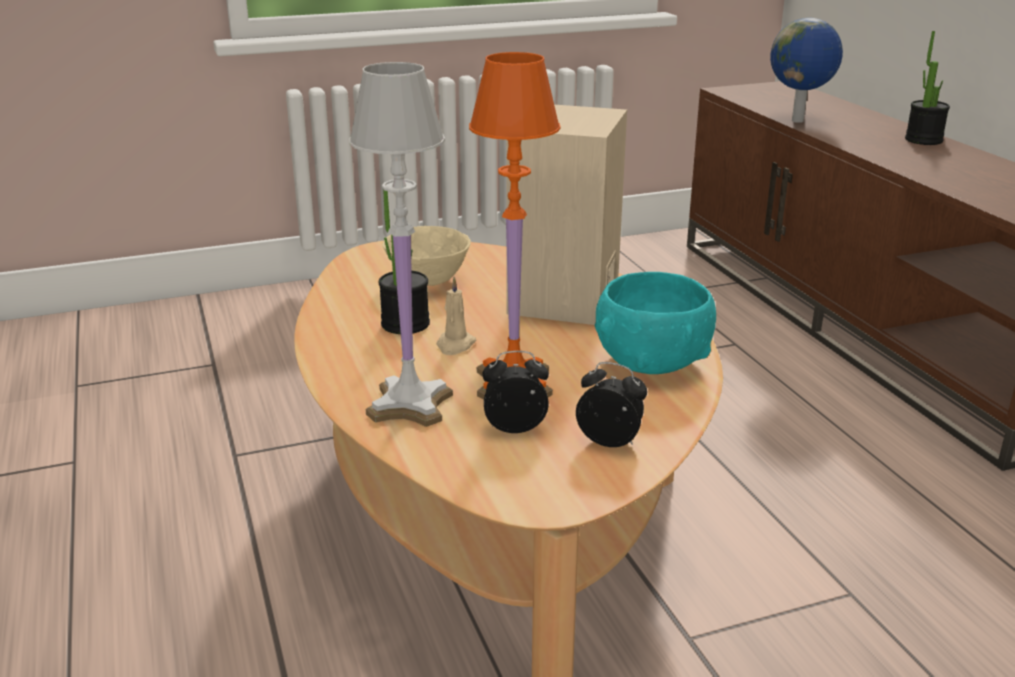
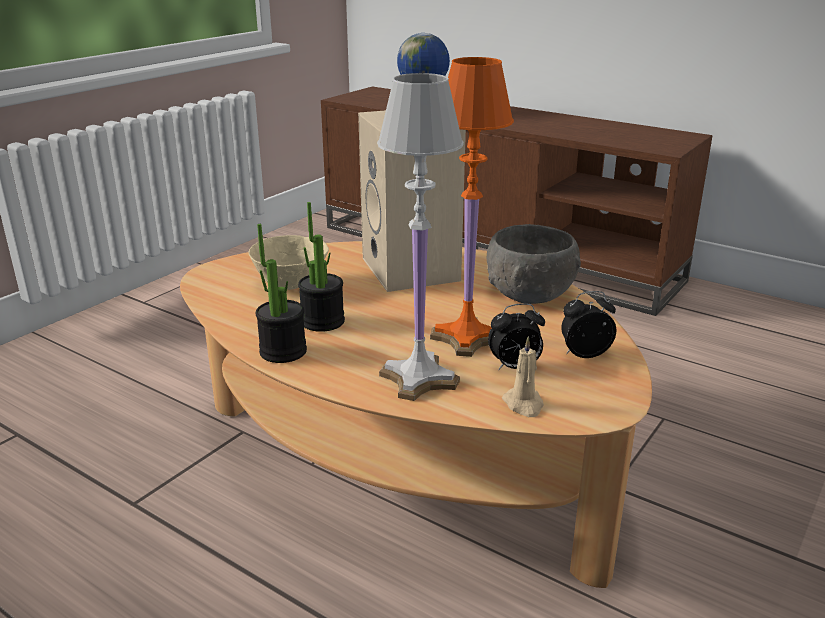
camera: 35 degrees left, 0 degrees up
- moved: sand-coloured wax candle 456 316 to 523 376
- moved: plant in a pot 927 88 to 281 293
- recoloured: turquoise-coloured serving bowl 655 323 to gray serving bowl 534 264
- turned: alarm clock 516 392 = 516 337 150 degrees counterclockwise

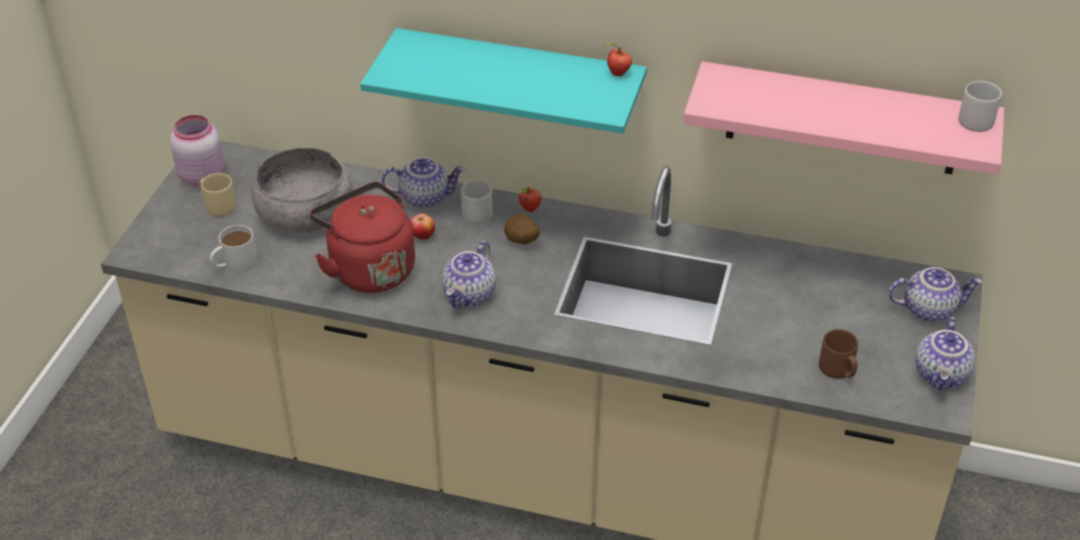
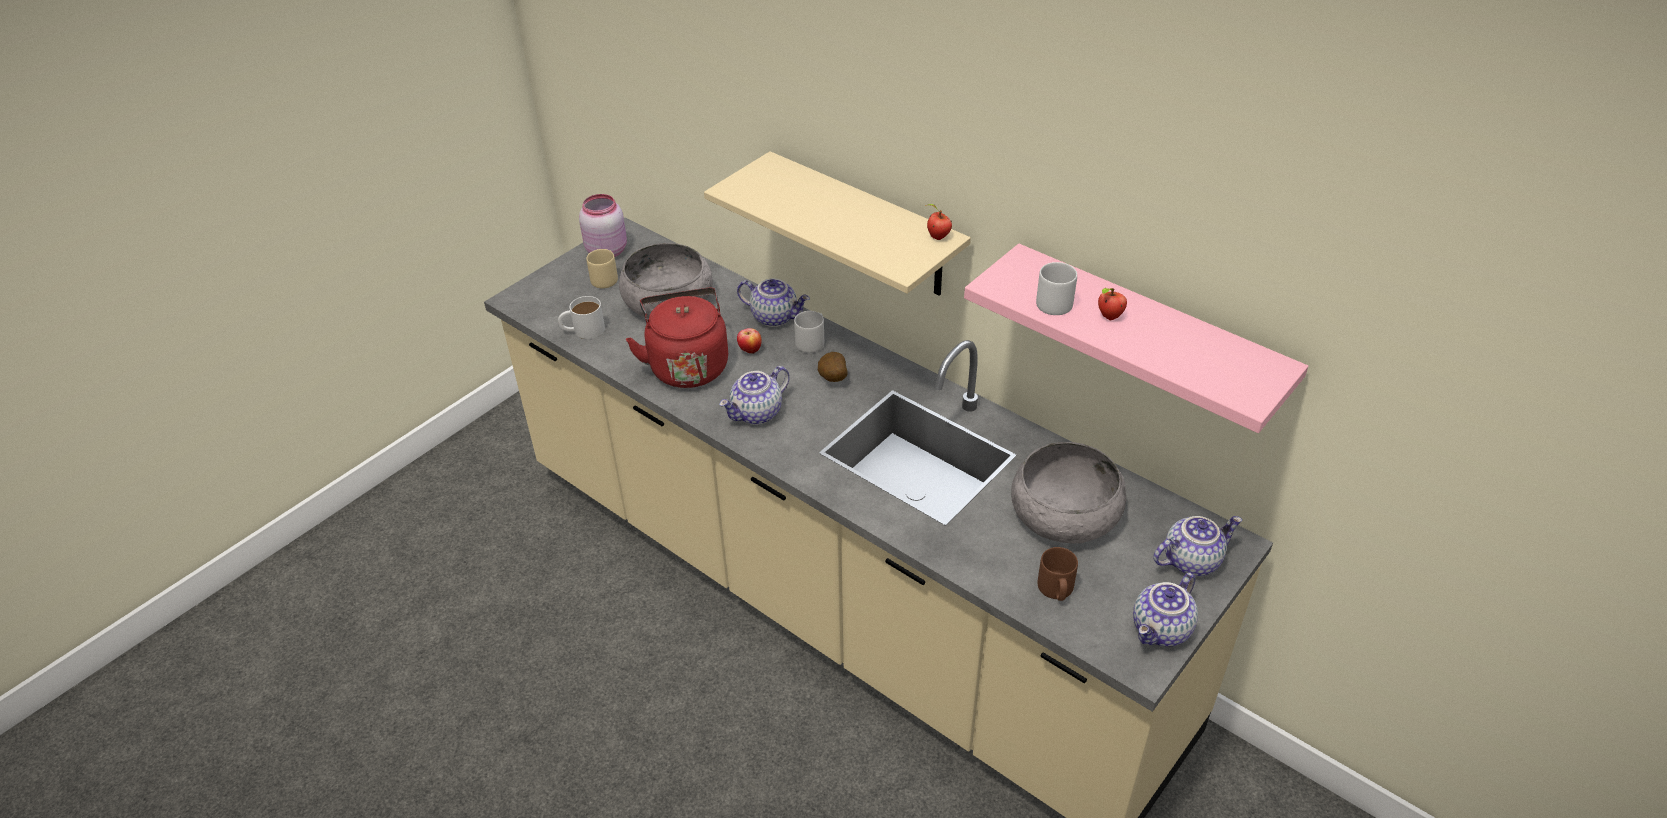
camera: 25 degrees right, 0 degrees up
- added: gray serving bowl 1068 493
- moved: whole apple 530 199 to 1112 304
- moved: gray mug 980 106 to 1056 288
- recoloured: turquoise-coloured shelf 503 81 to sand-coloured shelf 837 223
- turned: pot for tea 935 295 = 1197 546 45 degrees counterclockwise

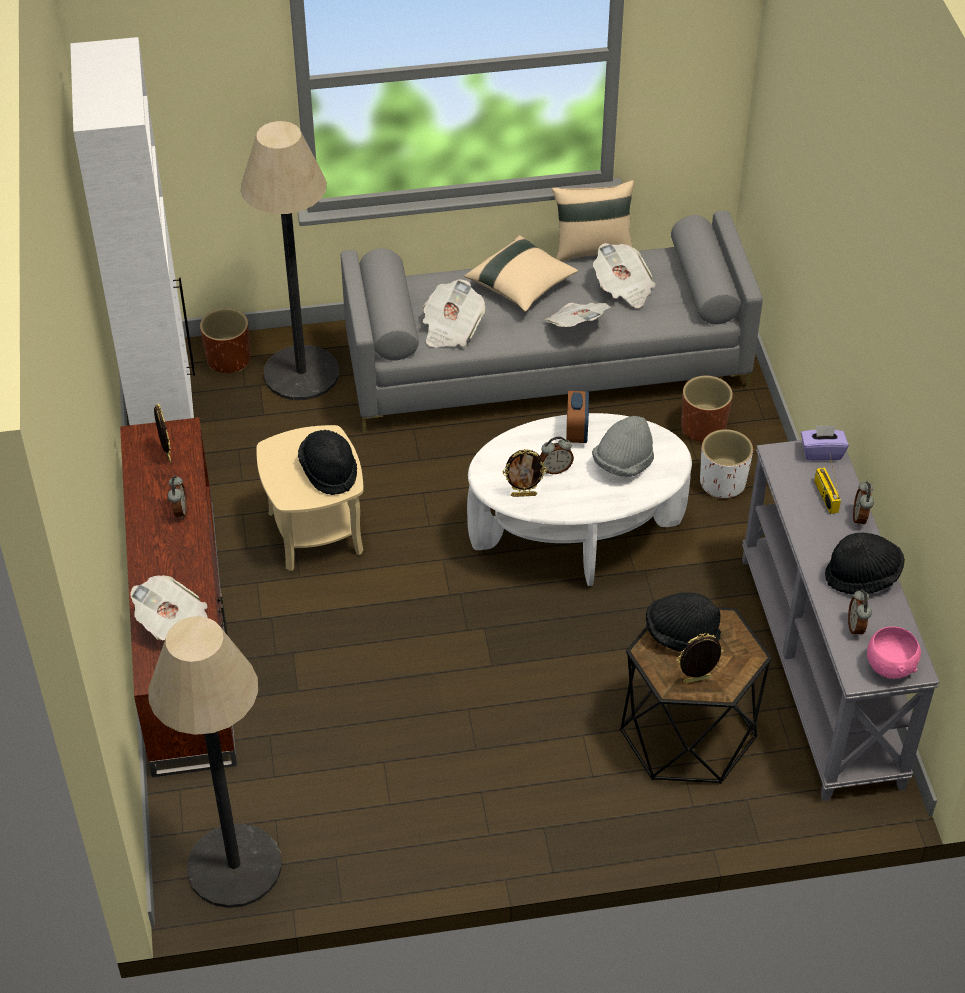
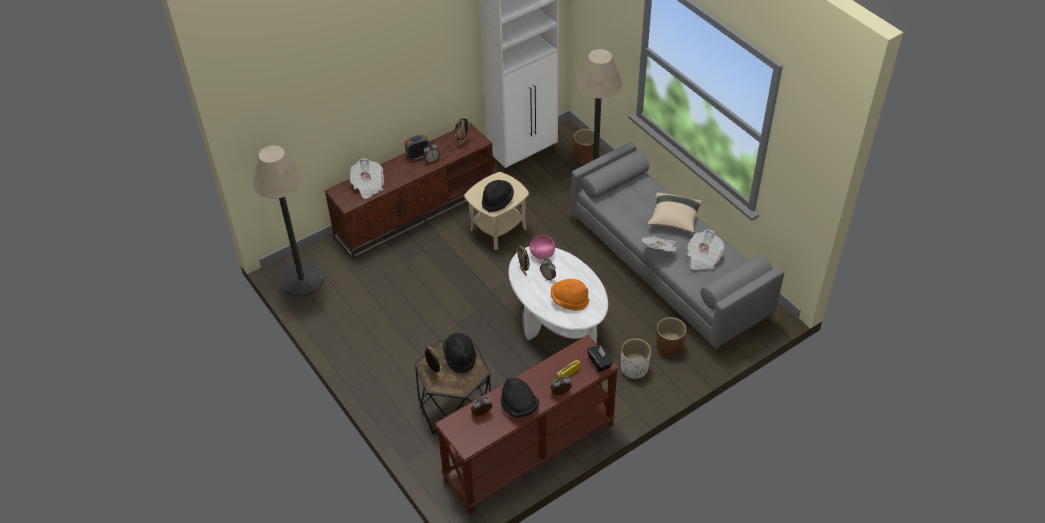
camera: 65 degrees right, 0 degrees up
- removed: newspaper 454 313
- removed: sand-coloured cushion 593 221
- moved: alarm clock 577 417 to 417 147
- moved: pink serving bowl 894 652 to 542 247
- recoloured: gray hat 623 446 to orangey hat 570 295
- recoloured: gray narrow table 841 620 to brown narrow table 527 424
- recoloured: purple-coloured tissue box 825 443 to black-coloured tissue box 600 358

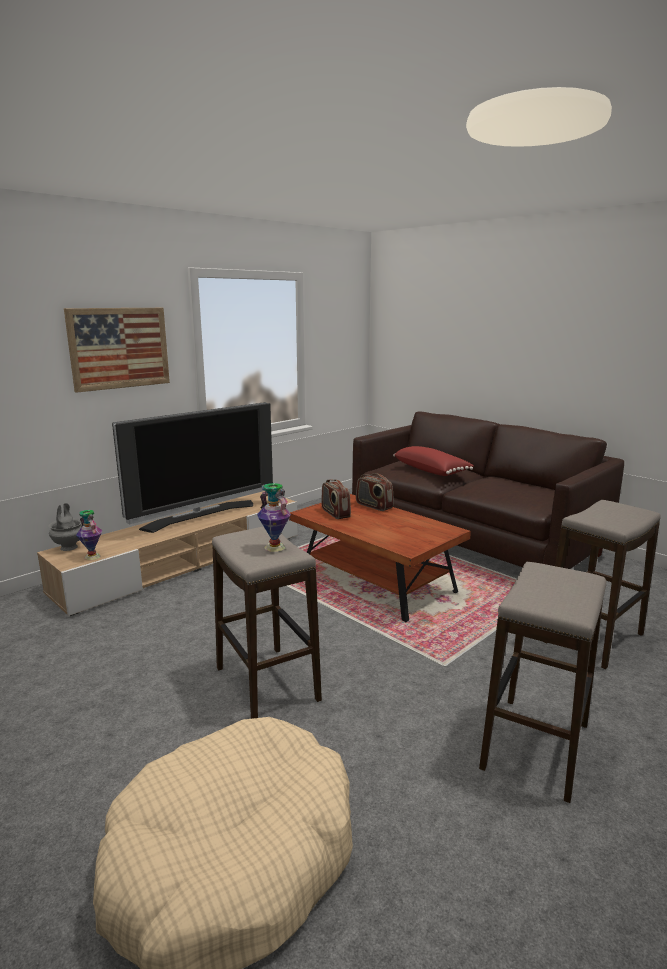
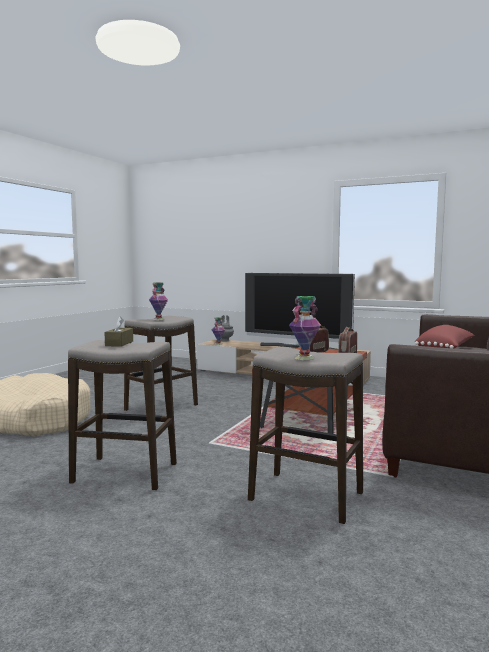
camera: 70 degrees right, 10 degrees down
- removed: wall picture 117 350
- added: brown tissue box 118 331
- added: vase 305 328

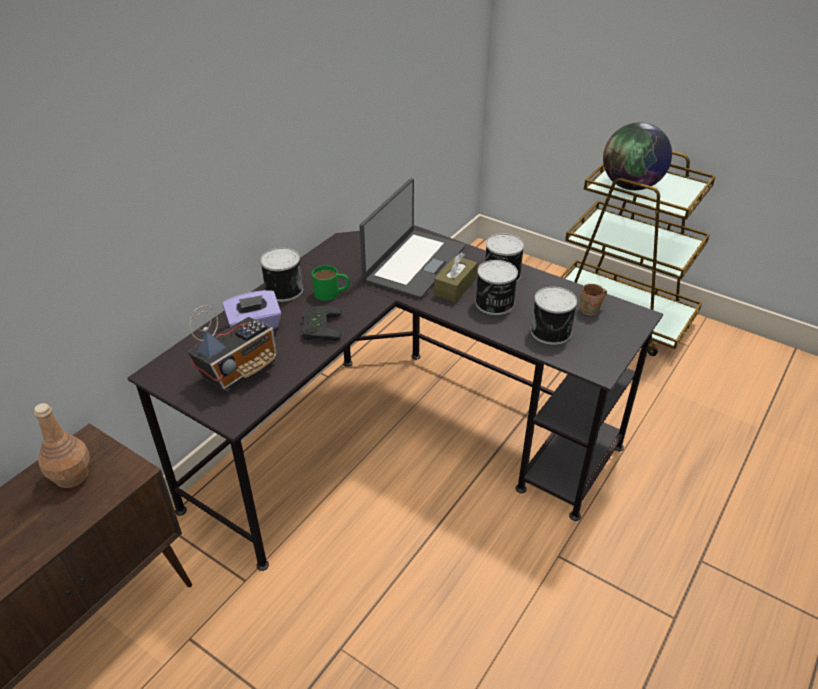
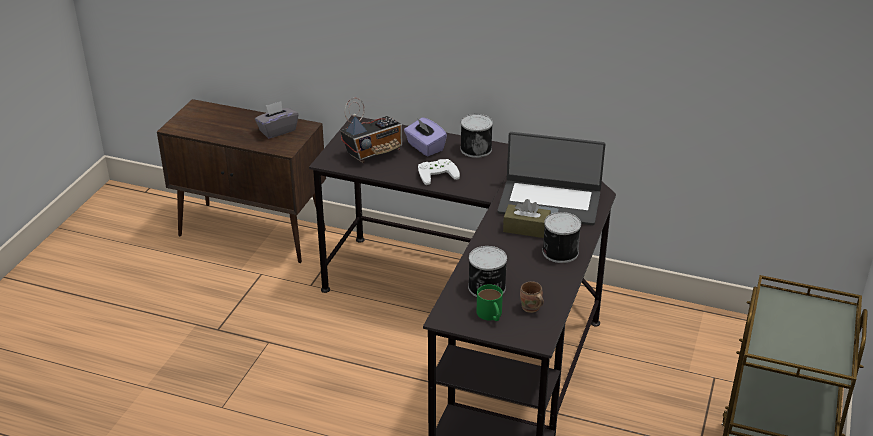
camera: 75 degrees right, 5 degrees down
- removed: sealed can 496 287
- removed: desk globe 637 156
- moved: green-coloured mug 331 283 to 490 302
- replaced: brown drink bottle 62 445 to gray tissue box 276 120
- recoloured: black-coloured game controller 321 323 to white-coloured game controller 439 172
- turned: radio set 232 348 = 371 130 60 degrees counterclockwise

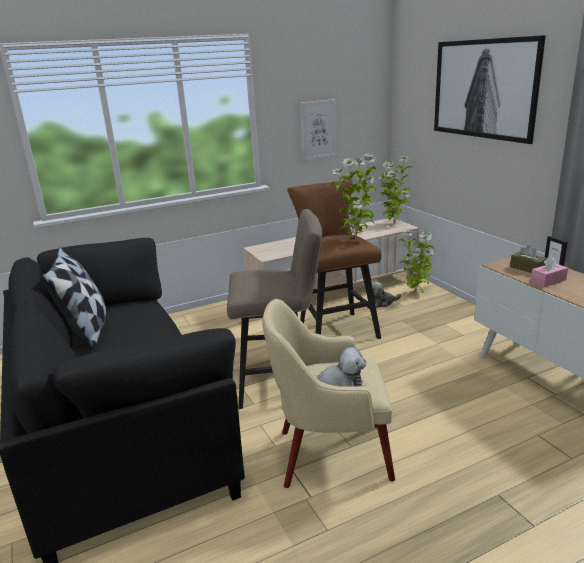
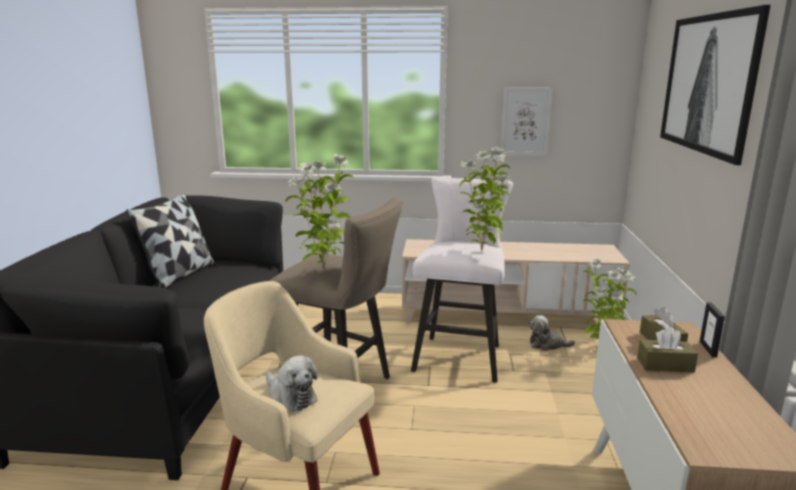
camera: 30 degrees right, 5 degrees down
- moved: plant in a pot 396 190 to 320 212
- recoloured: brown sitting stool 334 259 to white-coloured sitting stool 462 280
- recoloured: pink tissue box 549 271 to brown tissue box 667 349

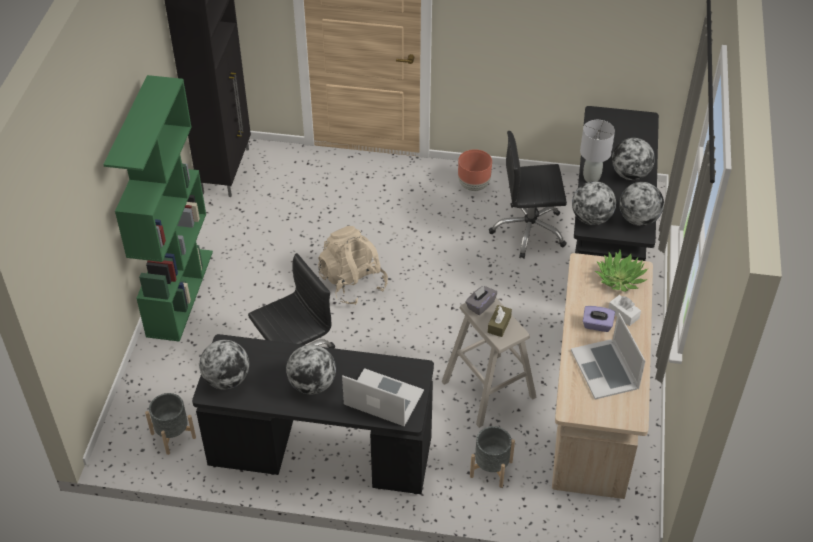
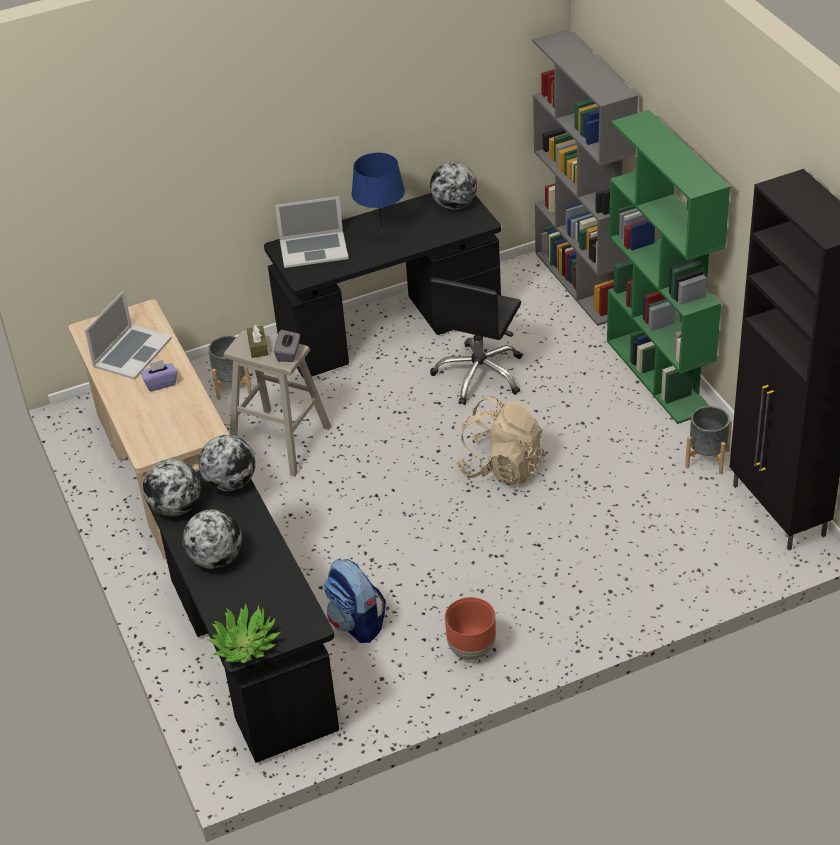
camera: 150 degrees right, 5 degrees down
- removed: gray lamp for a table 597 151
- removed: white-coloured tissue box 624 310
- added: gray shelving unit 585 177
- moved: gray plant pot 170 424 to 708 440
- moved: plant in a pot 621 271 to 244 633
- replaced: desk globe 311 369 to blue-coloured lamp for a table 378 192
- replaced: black-coloured office chair 528 195 to knapsack 355 601
- turned: notebook computer 608 355 = 128 334 75 degrees clockwise

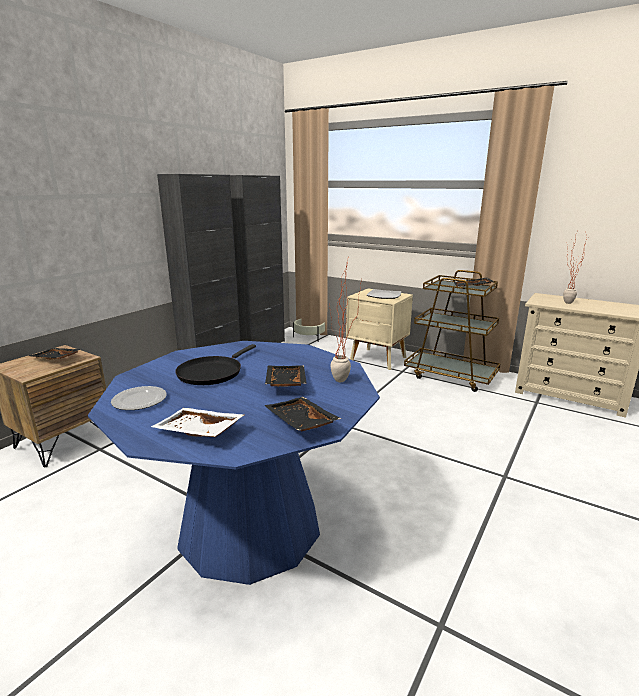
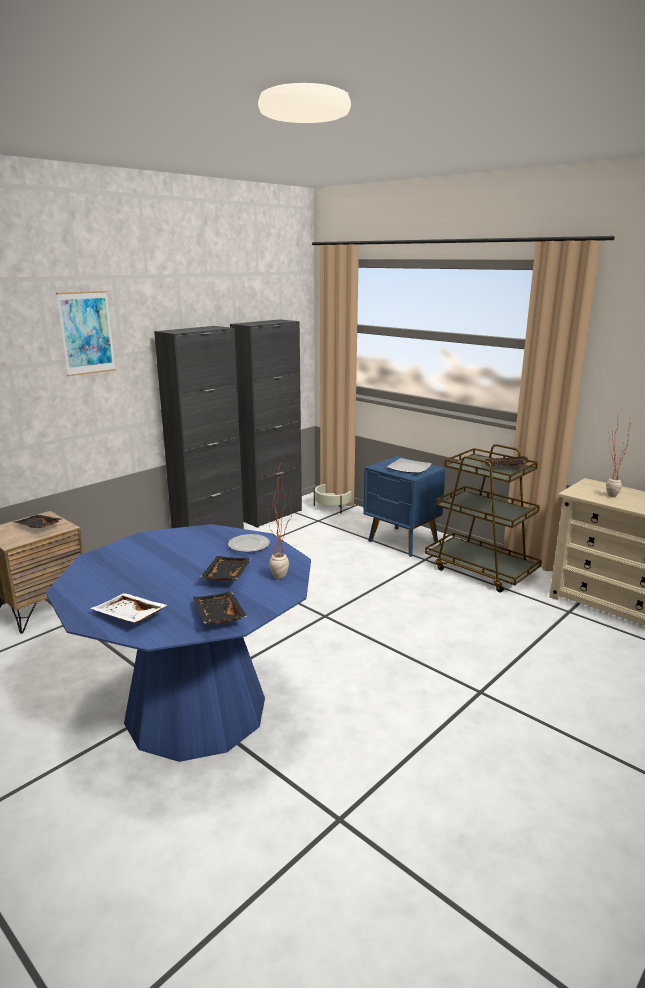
camera: 10 degrees right, 0 degrees up
- removed: black-coloured pan 215 364
- added: wall picture 86 333
- moved: plate 139 398 to 249 543
- recoloured: sand-coloured bedside table 379 329 to blue-coloured bedside table 405 506

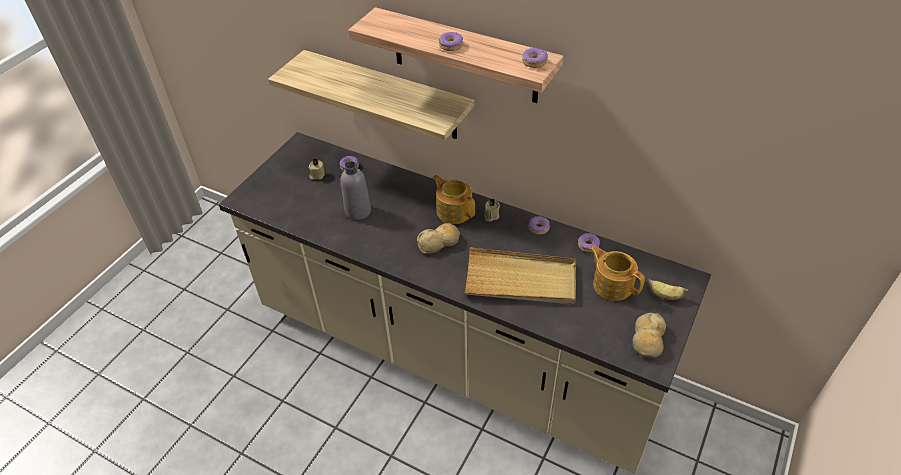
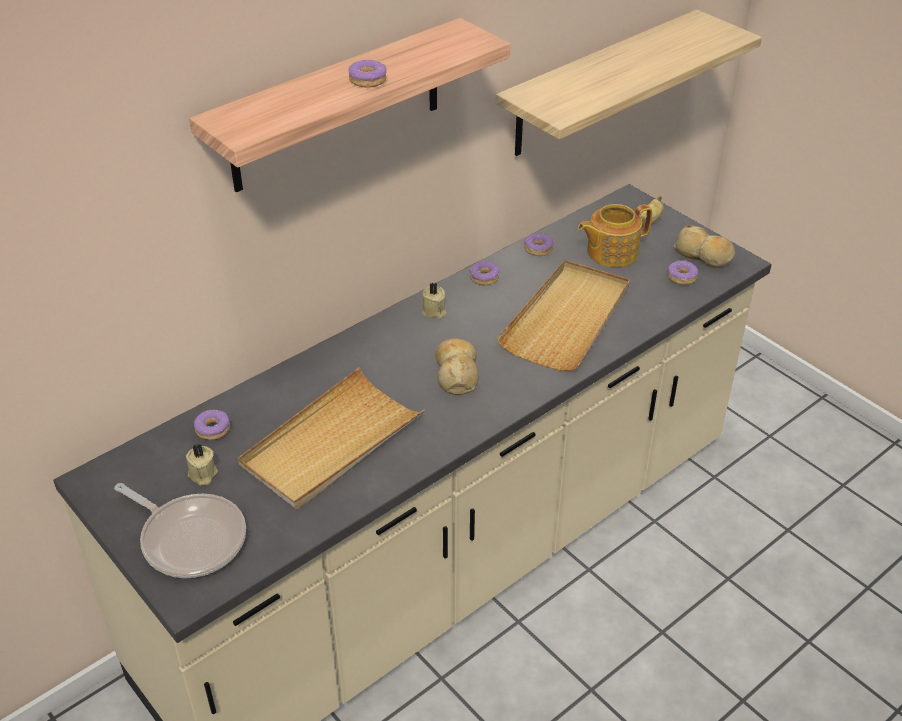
camera: 70 degrees left, 5 degrees down
- removed: pot for tea 453 199
- added: pan 180 530
- moved: shelf 371 95 to 628 83
- moved: donut 535 58 to 682 272
- replaced: gray drink bottle 356 190 to sand-coloured carrying tray 331 438

